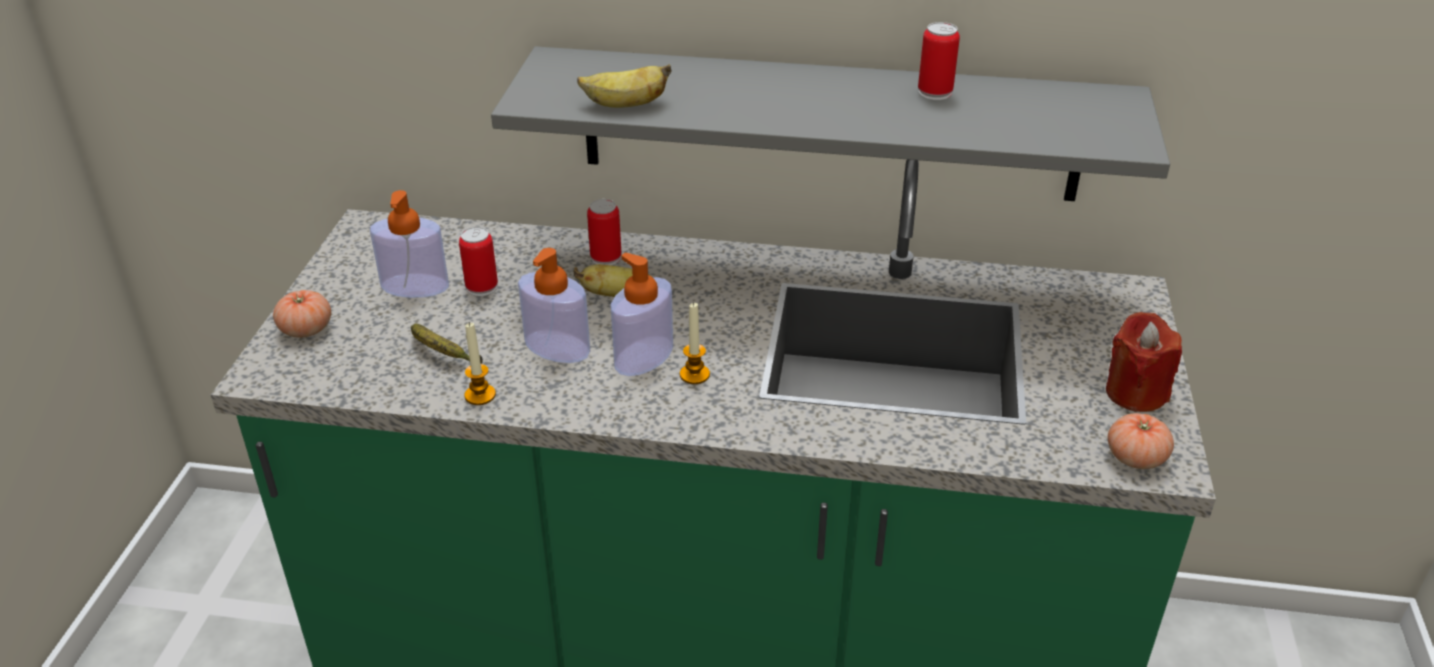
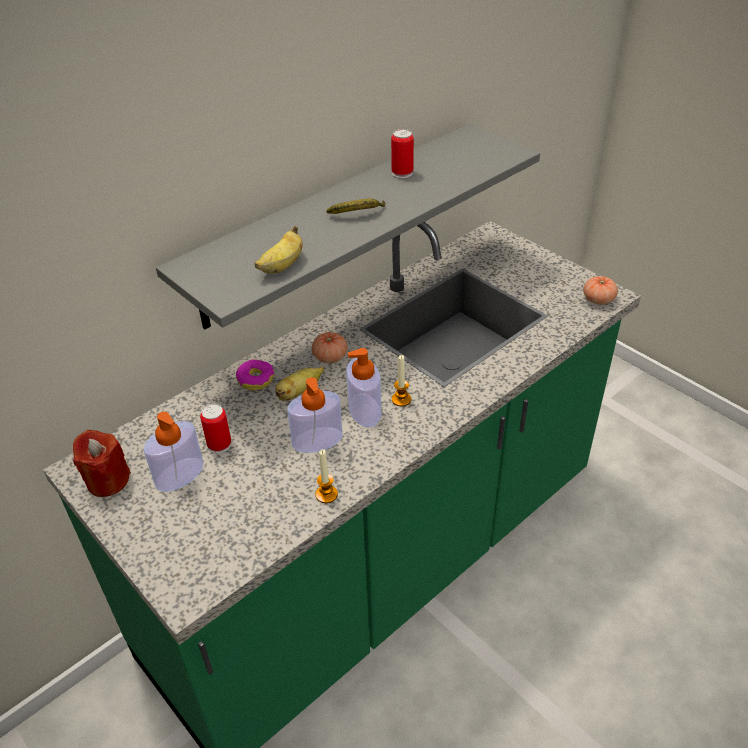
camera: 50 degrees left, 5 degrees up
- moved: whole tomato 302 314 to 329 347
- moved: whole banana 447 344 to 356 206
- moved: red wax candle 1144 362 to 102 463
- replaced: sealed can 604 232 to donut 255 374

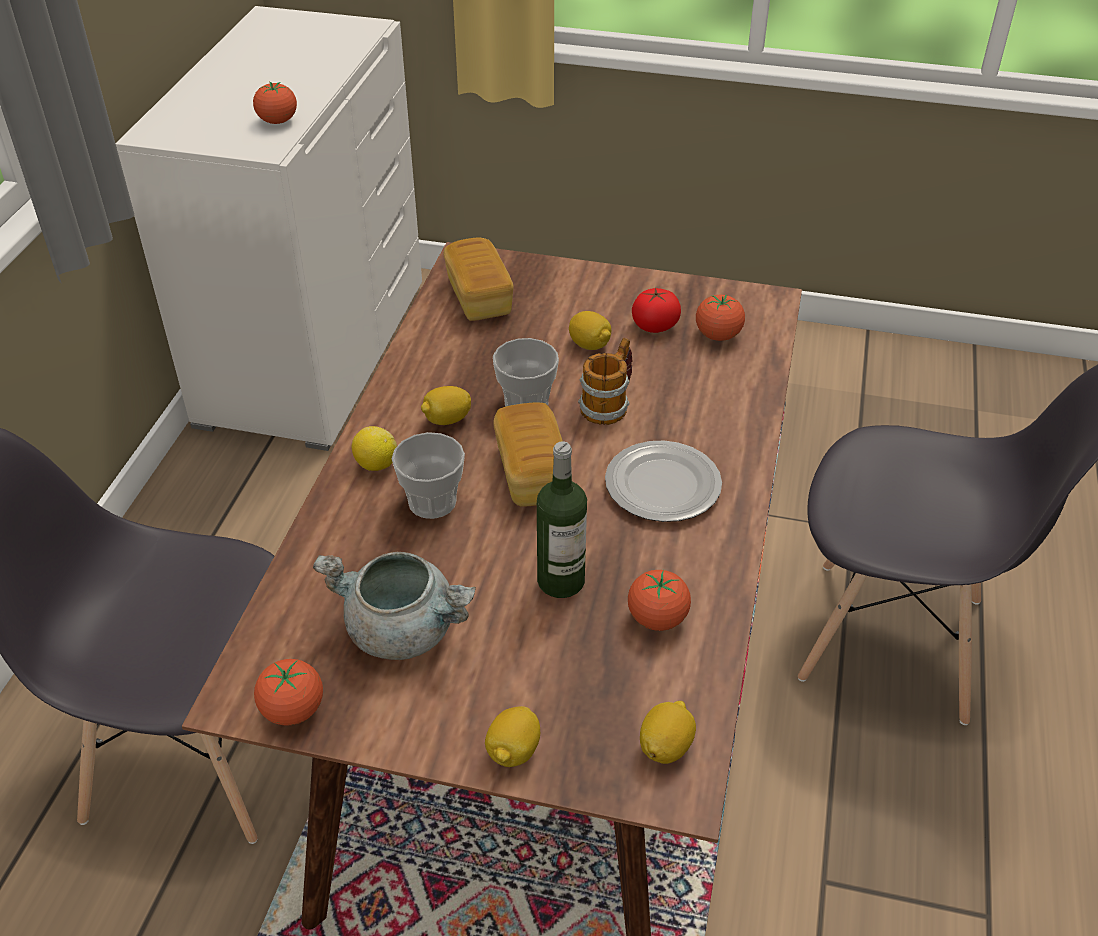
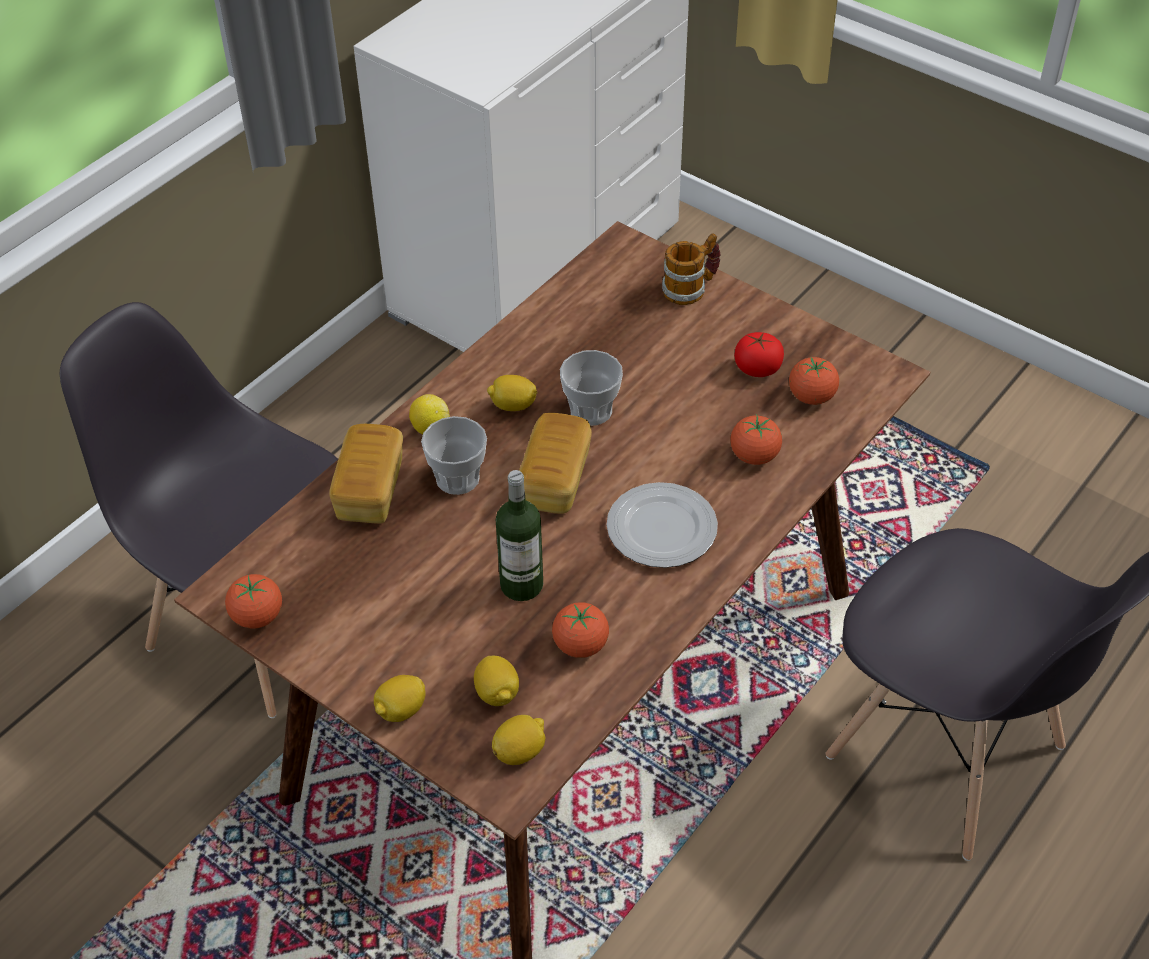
camera: 25 degrees right, 5 degrees up
- removed: gray stockpot 394 606
- moved: whole tomato 275 103 to 756 439
- moved: bakery bread 479 279 to 366 474
- moved: whole lemon 590 330 to 496 681
- moved: mug 605 381 to 691 269

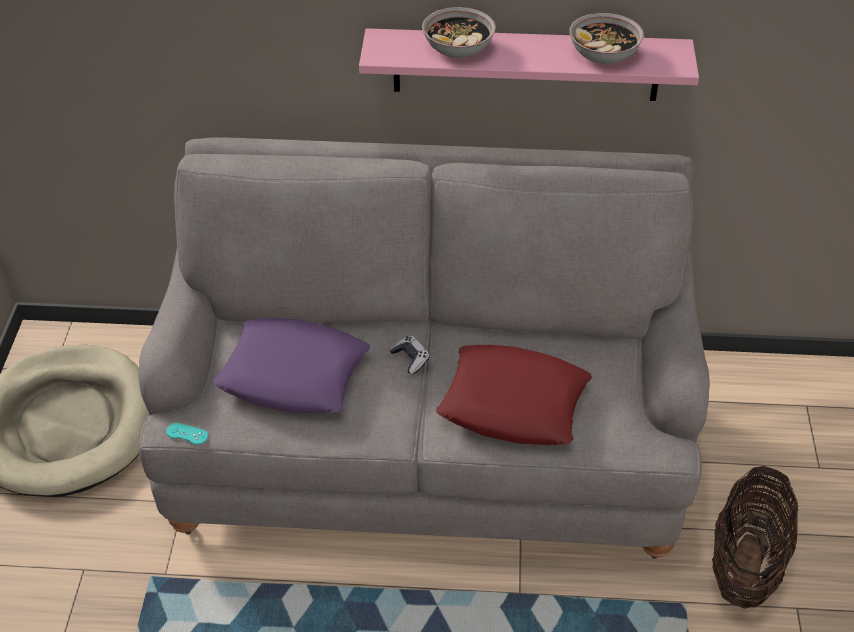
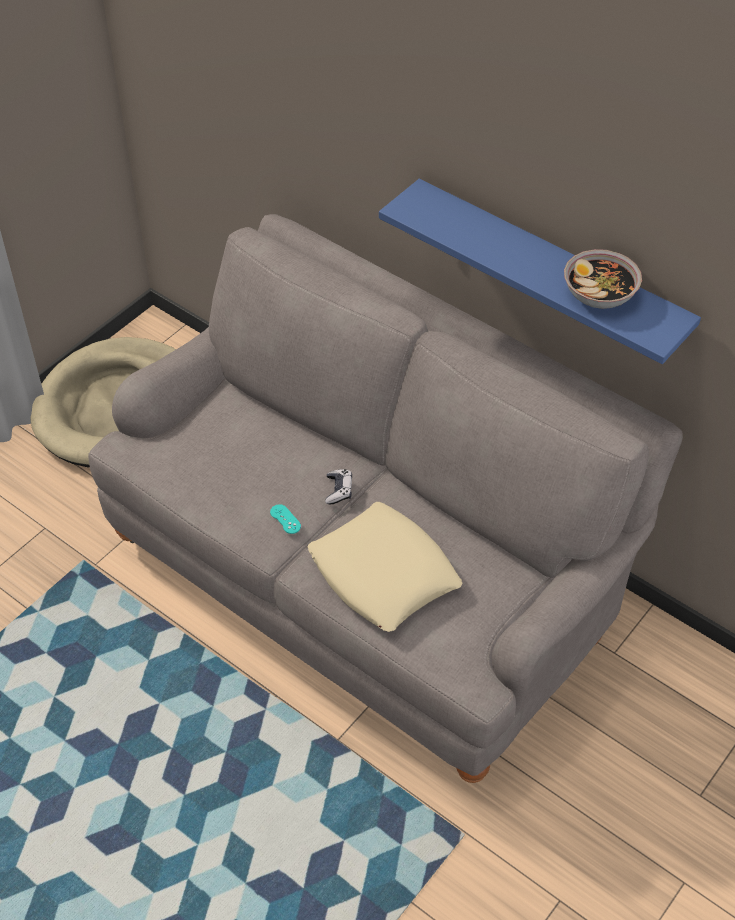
camera: 35 degrees right, 5 degrees up
- removed: purple-coloured cushion 291 365
- removed: serving bowl 459 32
- removed: household basket 755 537
- moved: turquoise-coloured game controller 187 434 to 285 519
- recoloured: pink shelf 529 64 to blue-coloured shelf 540 271
- recoloured: red cushion 514 395 to sand-coloured cushion 385 567

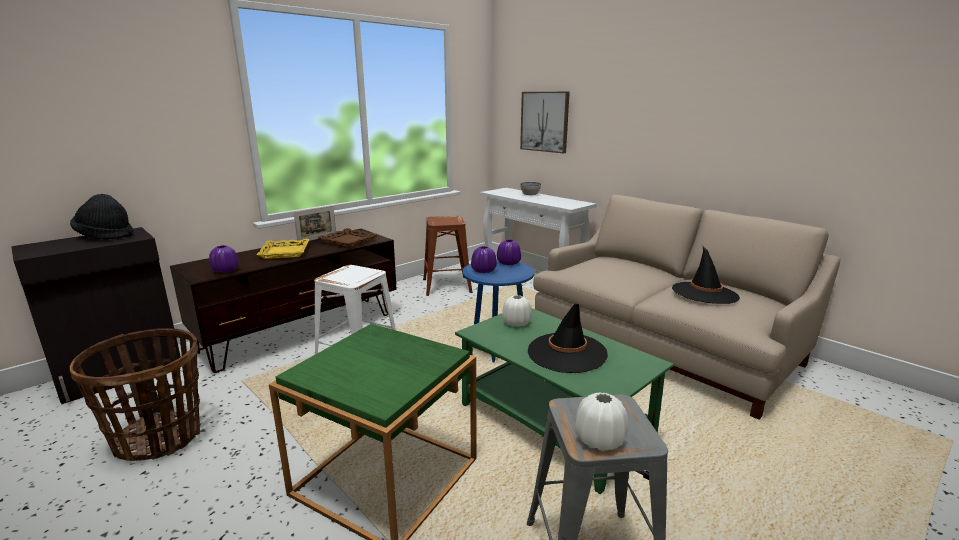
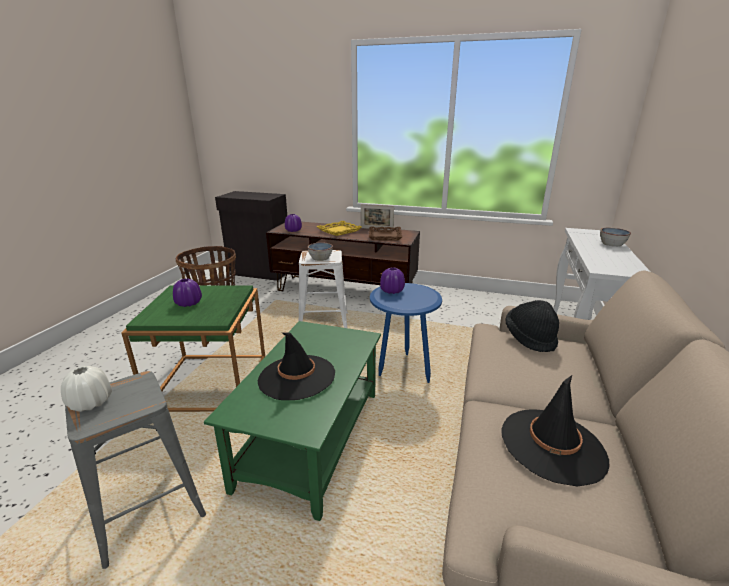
camera: 60 degrees right, 5 degrees up
- removed: brown sitting stool 447 256
- removed: white-coloured vase 517 311
- removed: wall picture 545 122
- added: serving bowl 320 251
- moved: black-coloured hat 102 217 to 532 326
- moved: purple-coloured vase 509 252 to 187 293

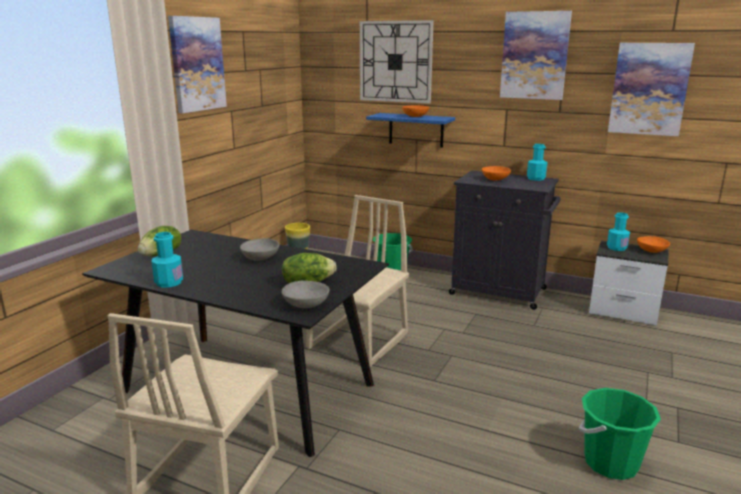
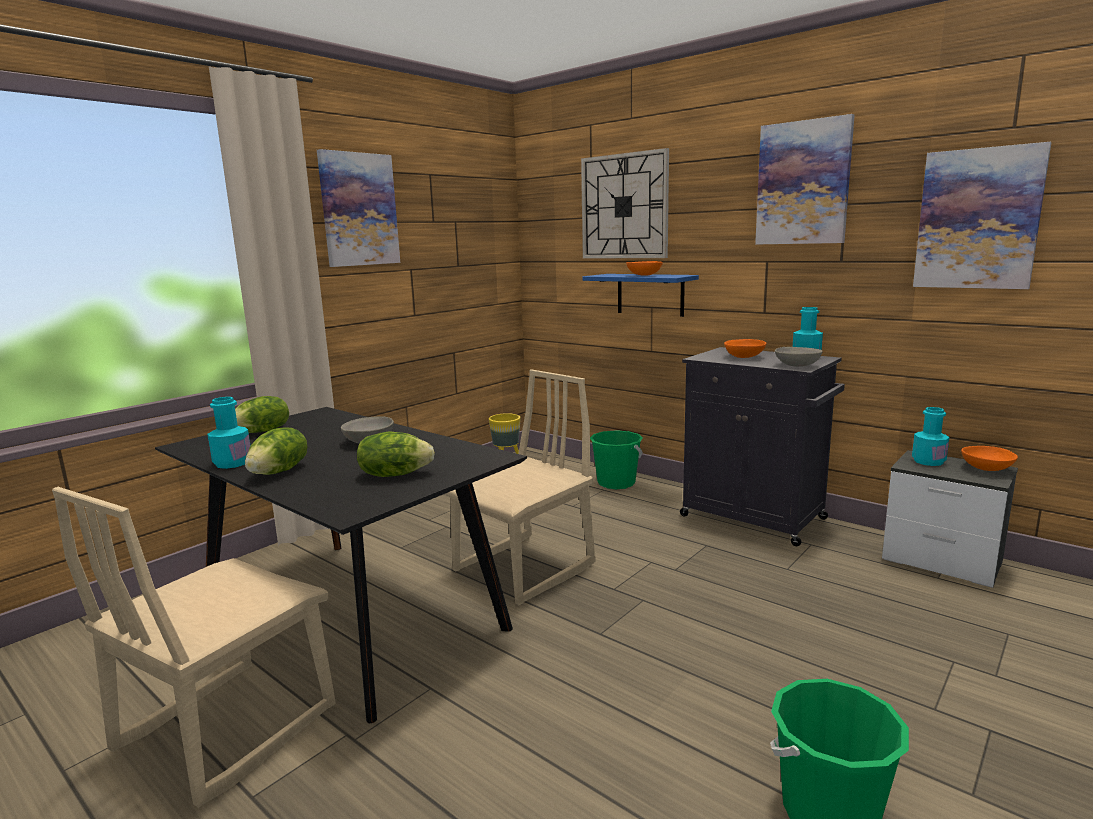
camera: 15 degrees right, 5 degrees down
- added: lettuce 276 451
- moved: gray serving bowl 306 294 to 799 357

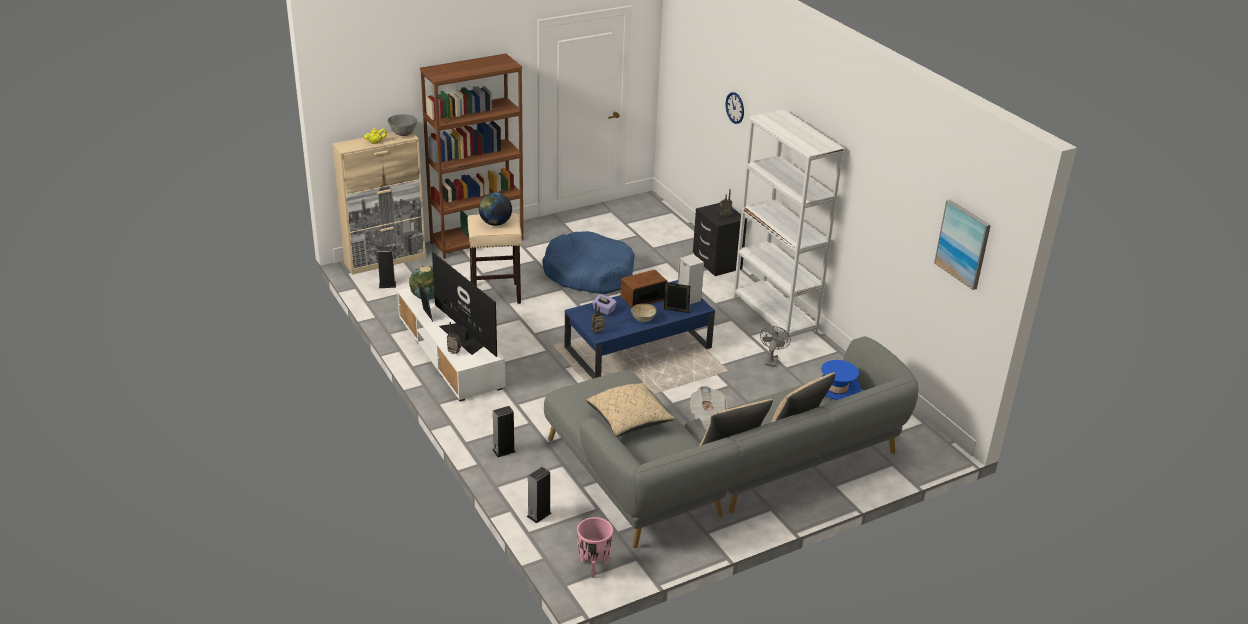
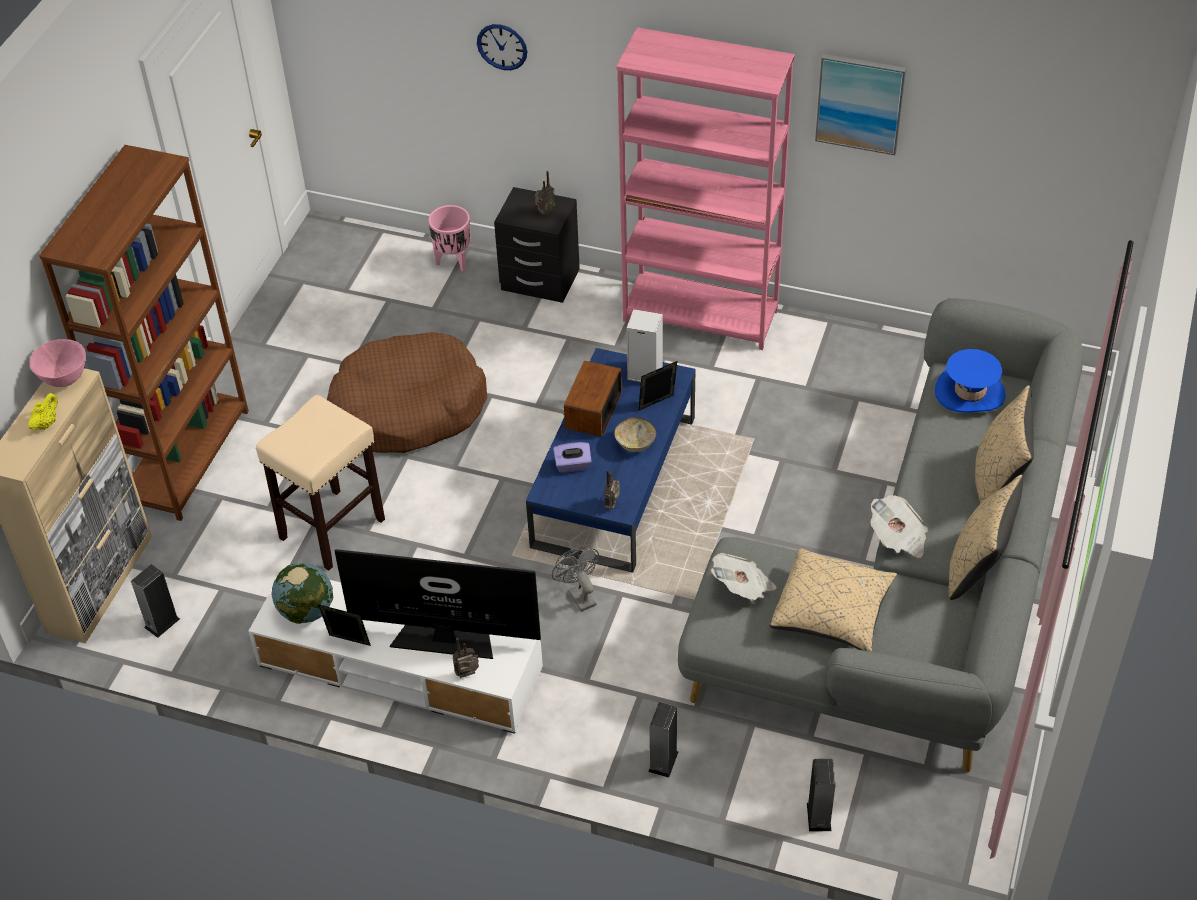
camera: 40 degrees left, 15 degrees up
- removed: desk globe 495 209
- added: newspaper 743 577
- moved: pink plant pot 595 547 to 449 238
- moved: gray cooling fan 775 346 to 575 579
- moved: wall picture 962 245 to 860 104
- recoloured: gray serving bowl 402 125 to pink serving bowl 57 363
- recoloured: blue-coloured dog cushion 588 262 to brown dog cushion 407 392
- recoloured: white-coloured shelving unit 788 226 to pink shelving unit 705 188

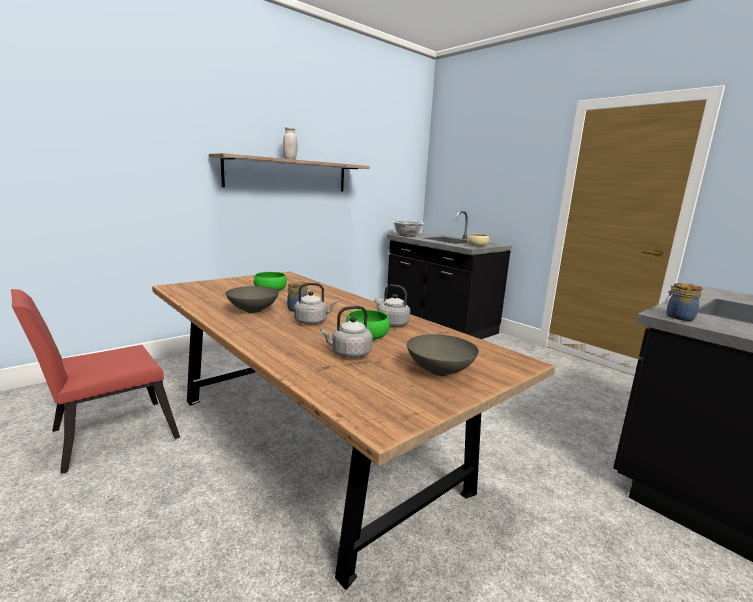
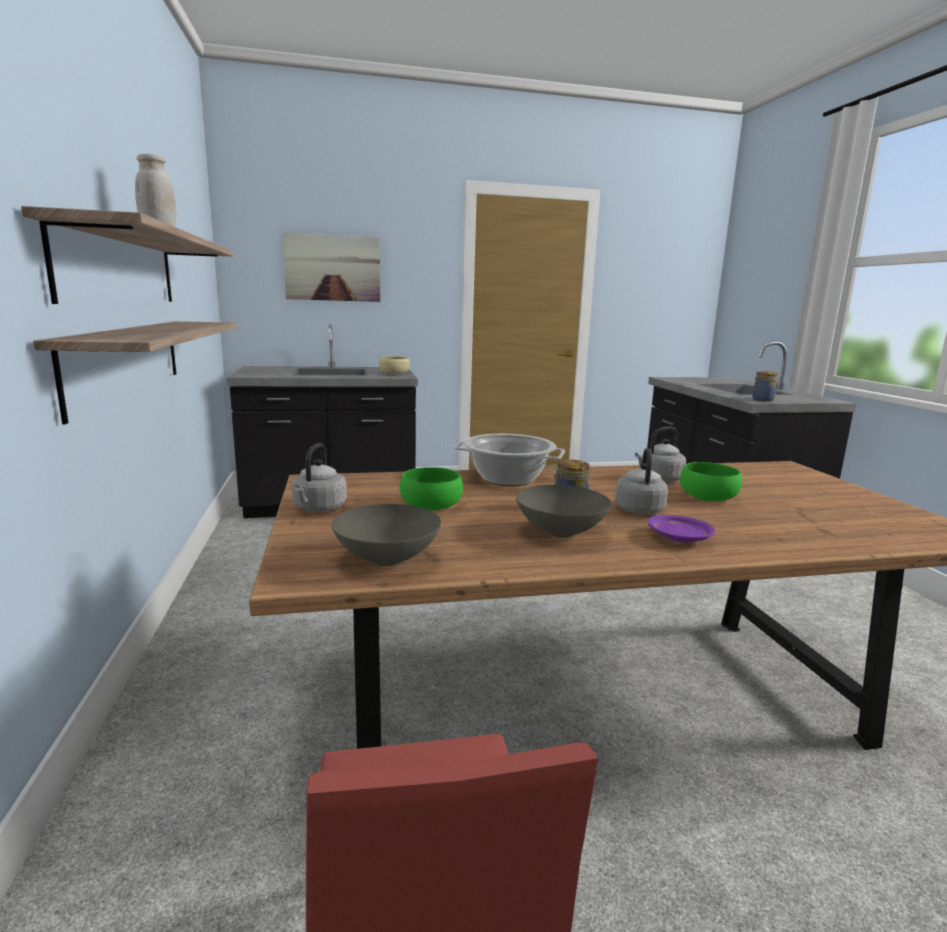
camera: 60 degrees left, 0 degrees up
- added: shelf 135 372
- added: wall picture 331 267
- added: purple-coloured plate 681 529
- moved: gray kettle 346 332 to 319 477
- moved: stockpot 408 229 to 509 460
- moved: gray serving bowl 443 355 to 386 535

